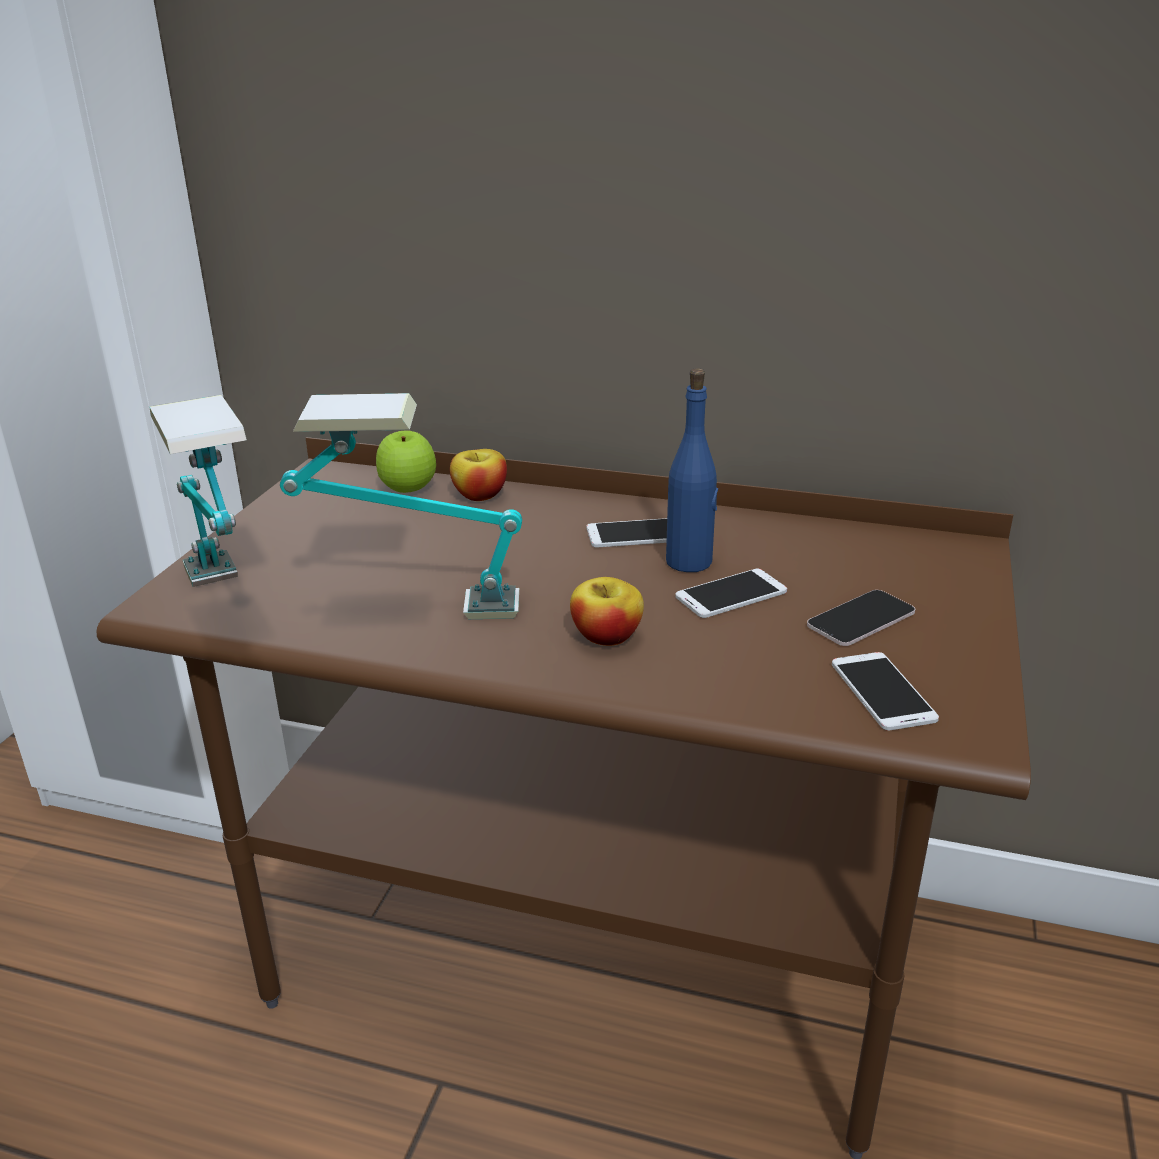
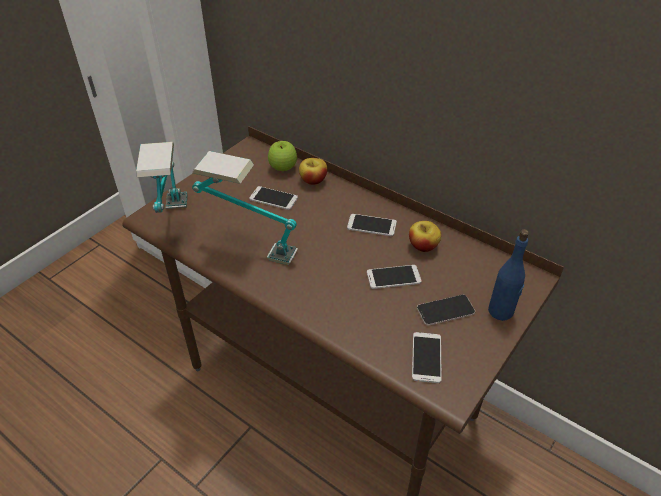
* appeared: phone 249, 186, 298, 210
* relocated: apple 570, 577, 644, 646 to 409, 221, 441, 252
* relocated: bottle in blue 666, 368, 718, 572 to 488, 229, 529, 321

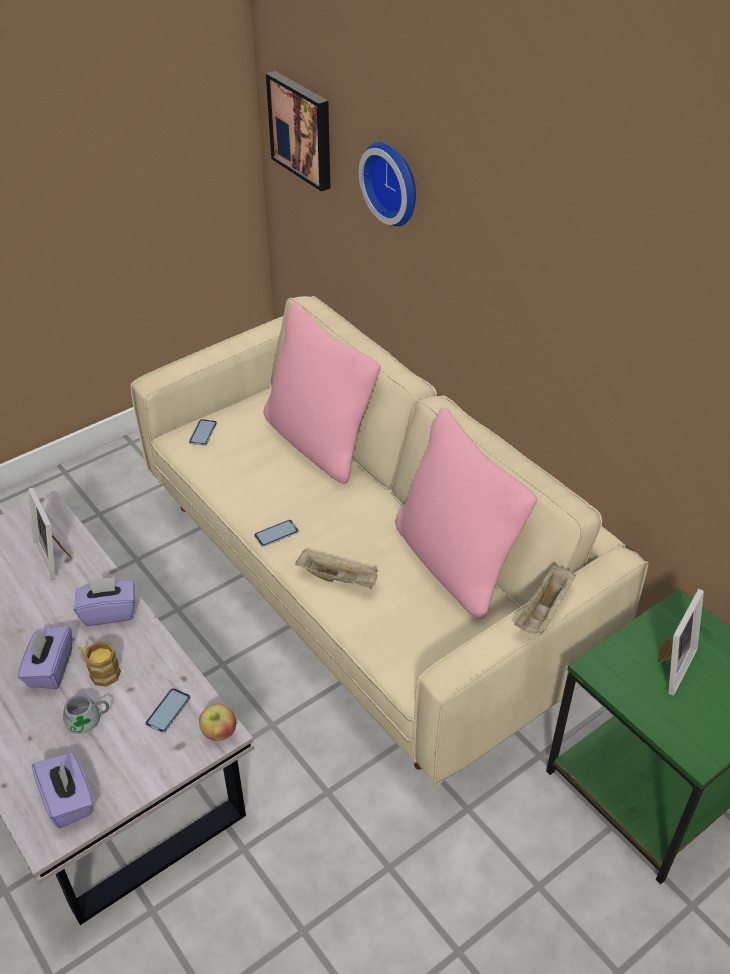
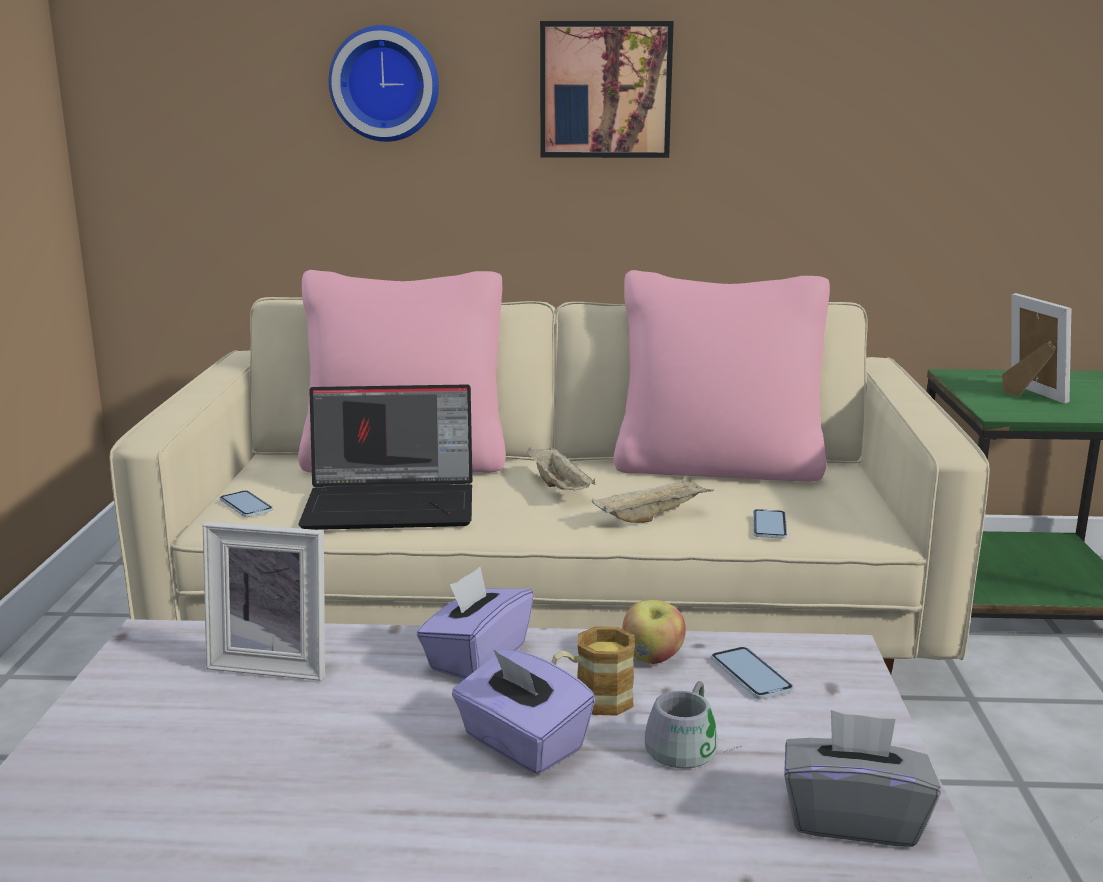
* appeared: laptop 298, 385, 472, 530
* relocated: apple 199, 703, 236, 741 to 622, 600, 686, 664
* relocated: phone 254, 520, 299, 547 to 753, 509, 787, 539
* relocated: picture 266, 71, 330, 192 to 540, 21, 674, 158
* relocated: tray in beige 514, 564, 576, 635 to 527, 447, 596, 490
* colour: tissue box in purple 32, 753, 94, 828 to tissue box in grey 784, 710, 941, 847

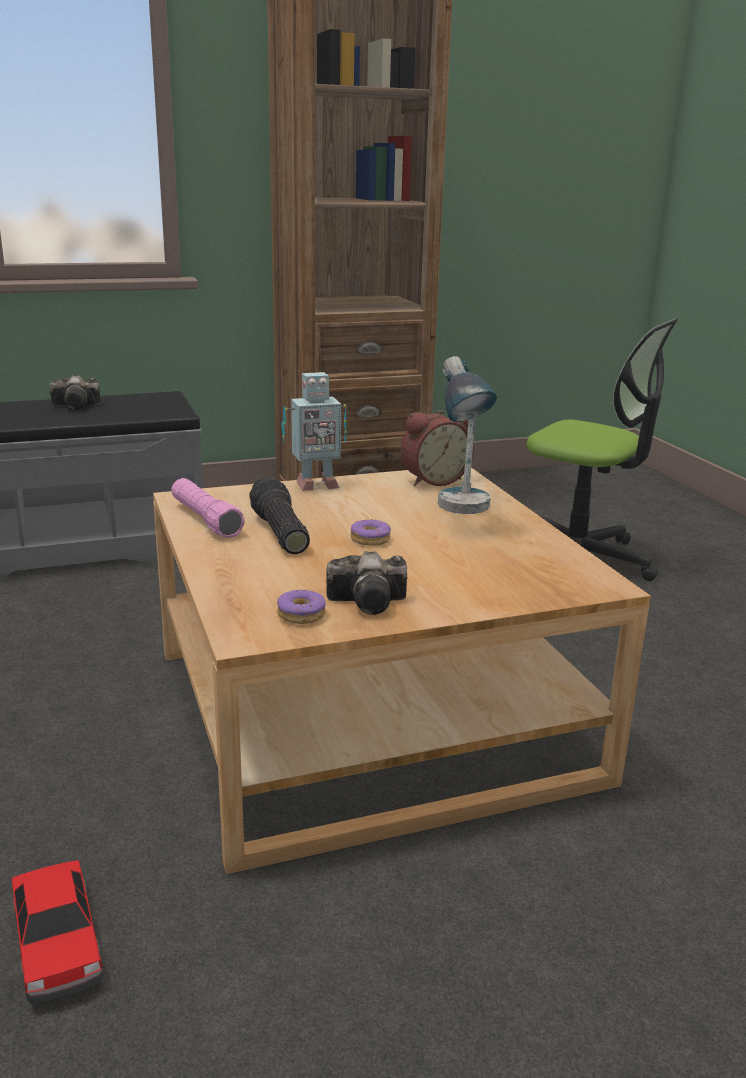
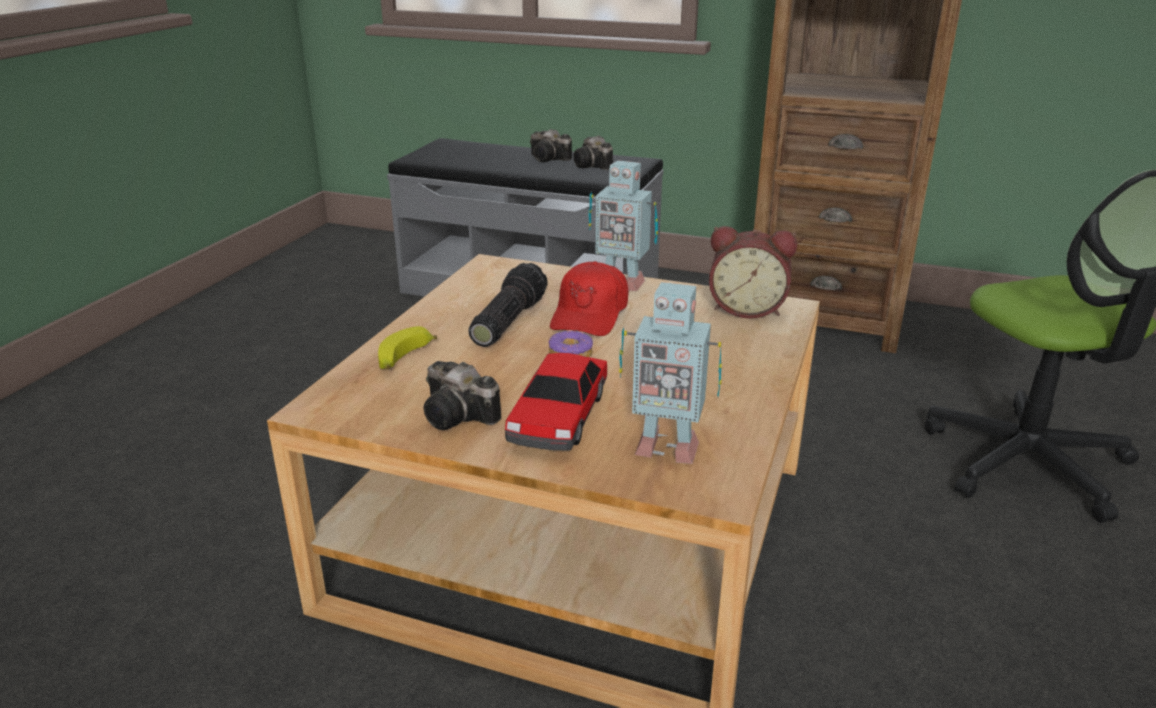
* missing: flashlight in pink 171, 478, 245, 538
* missing: donut 277, 590, 326, 624
* missing: table lamp 438, 356, 497, 514
* appeared: banana 378, 326, 437, 369
* appeared: cap in red 550, 261, 629, 336
* appeared: photo camera 573, 136, 613, 170
* appeared: toy robot 619, 282, 722, 464
* relocated: toy car 12, 860, 103, 1003 to 505, 353, 607, 450

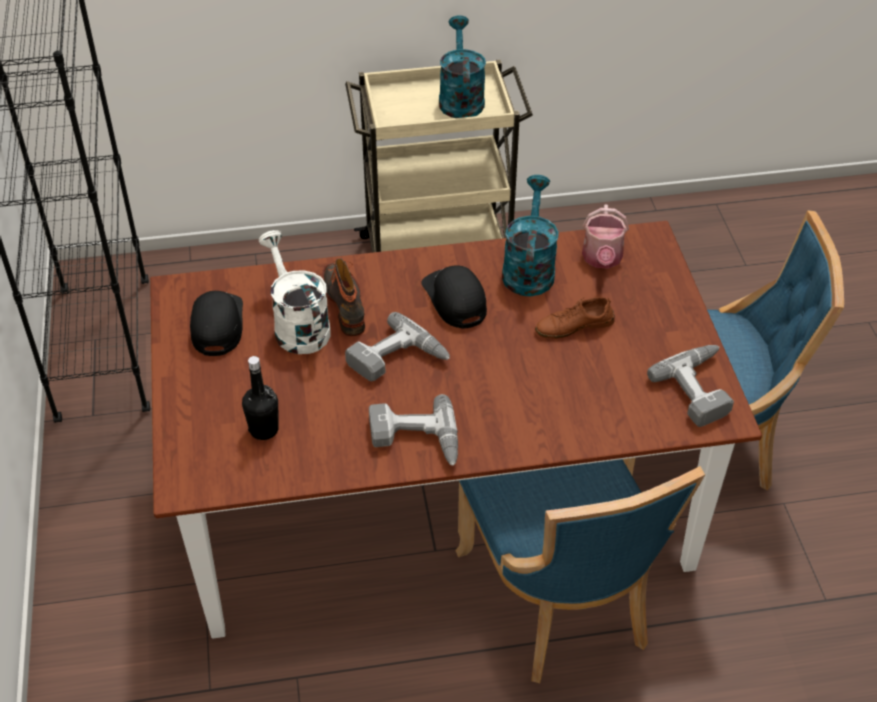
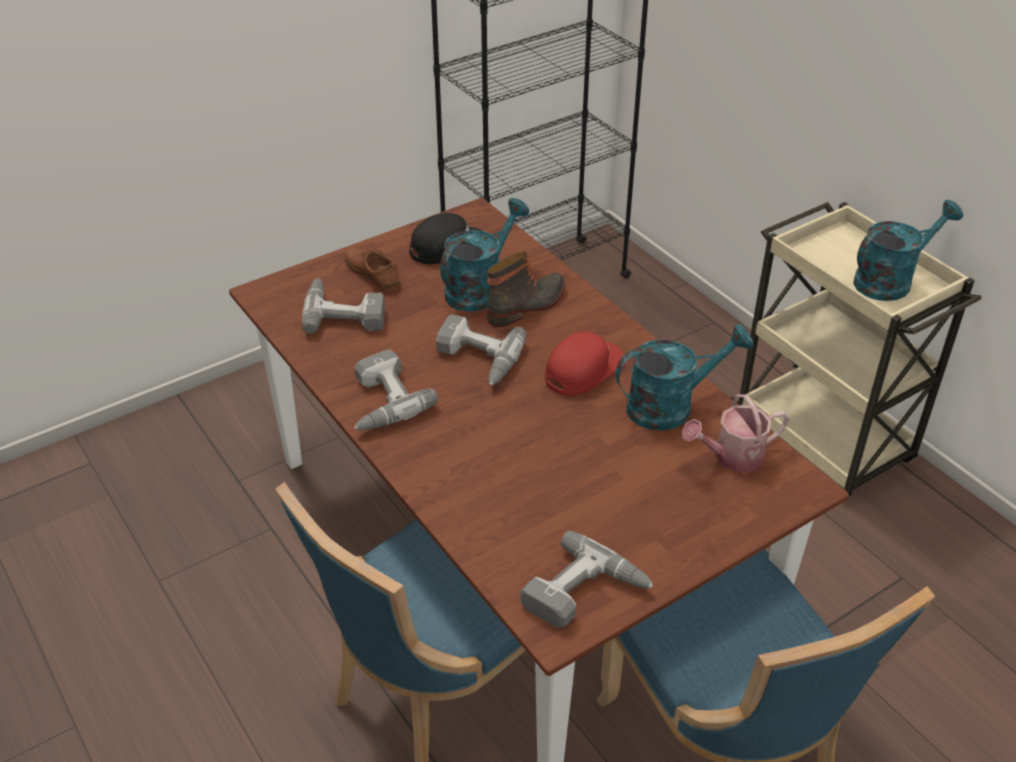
* relocated: shoe in brown 535, 297, 615, 339 to 344, 248, 401, 293
* exchanged: bottle in black 242, 356, 279, 440 to power drill 302, 278, 385, 333
* colour: watering can in white 258, 230, 331, 354 to watering can in turquoise 440, 198, 529, 312
* colour: cap in black 421, 265, 487, 329 to cap in red 545, 332, 628, 396

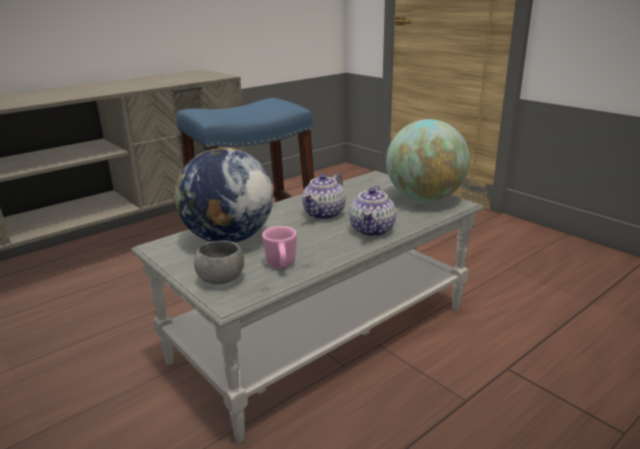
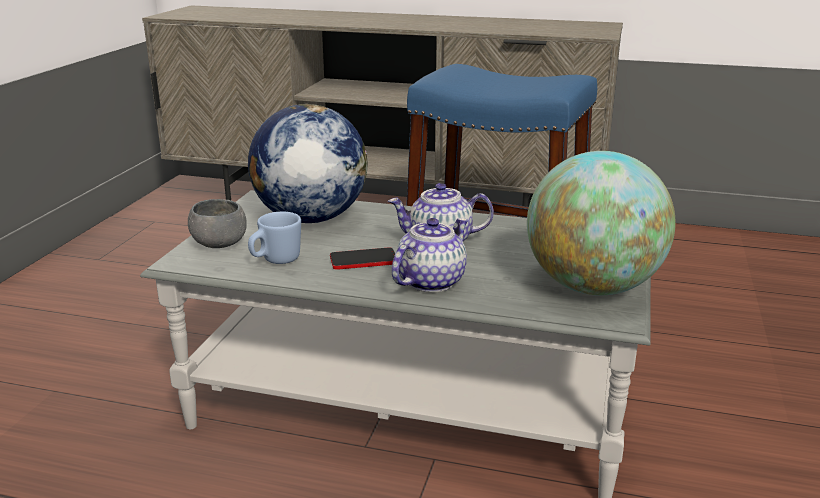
* appeared: phone 330, 248, 395, 270
* colour: mug in pink 262, 226, 297, 268 to mug in blue 248, 212, 301, 264
* spun: teapot 349, 186, 396, 237 = 392, 218, 468, 293 150 degrees clockwise

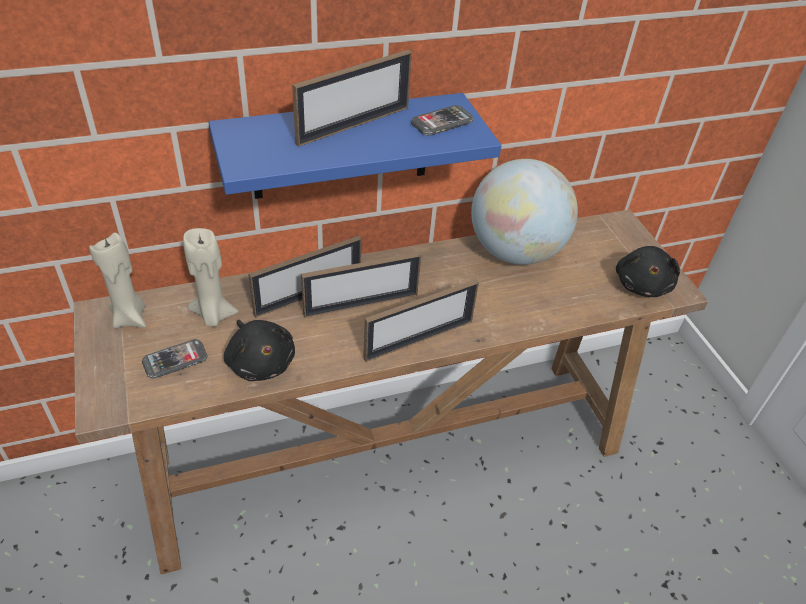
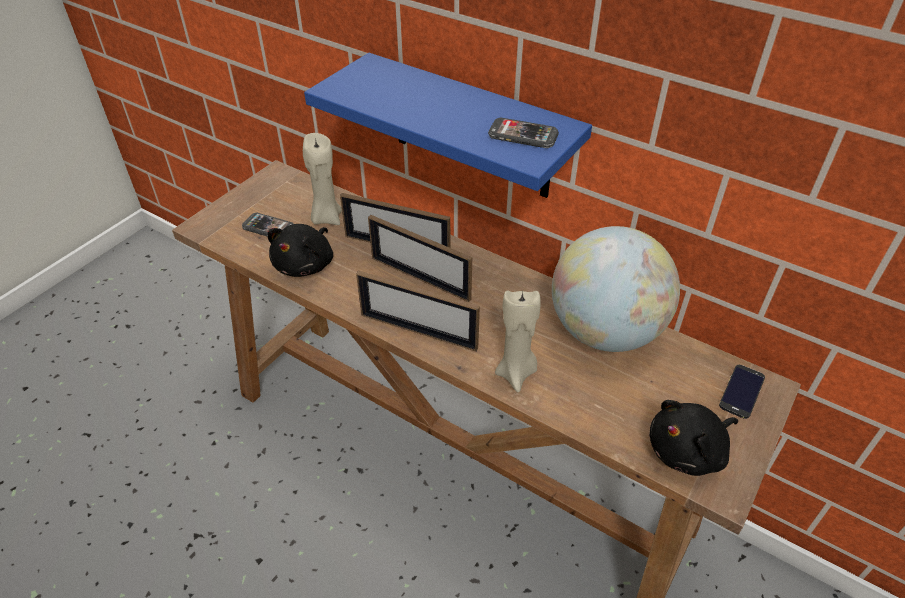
* missing: picture frame 292, 50, 412, 147
* appeared: phone 719, 365, 765, 419
* relocated: candle in beige 89, 233, 146, 329 to 495, 290, 541, 392

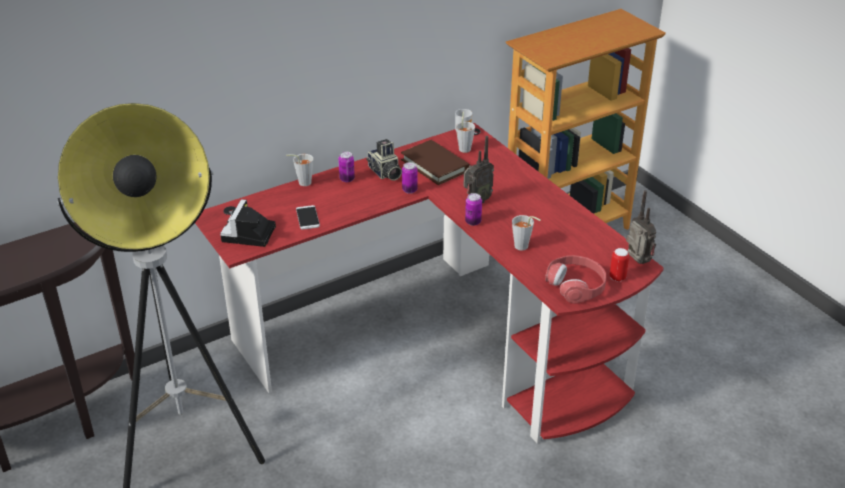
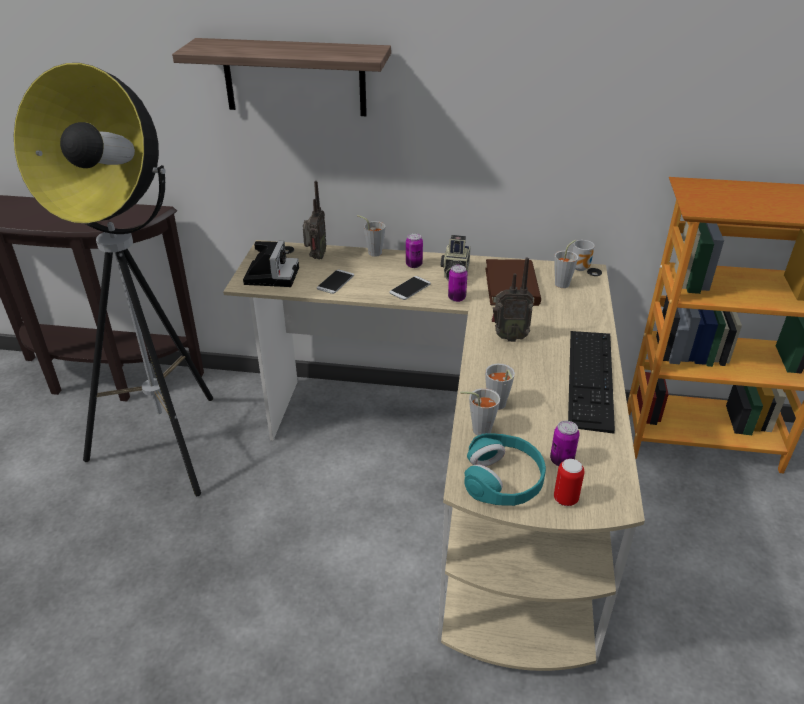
* appeared: shelf 172, 38, 391, 116
* appeared: phone 389, 276, 431, 300
* appeared: cup in grey 460, 388, 500, 436
* appeared: keyboard 568, 331, 615, 434
* relocated: can 465, 193, 482, 226 to 550, 421, 579, 466
* relocated: radio 626, 190, 656, 264 to 303, 181, 326, 260
* colour: desk in red 195, 123, 664, 444 to desk in beige 223, 240, 645, 671
* colour: headphones in red 546, 255, 606, 304 to headphones in turquoise 464, 433, 546, 506
* spun: photo camera 220, 199, 276, 247 = 243, 240, 299, 287 135 degrees clockwise

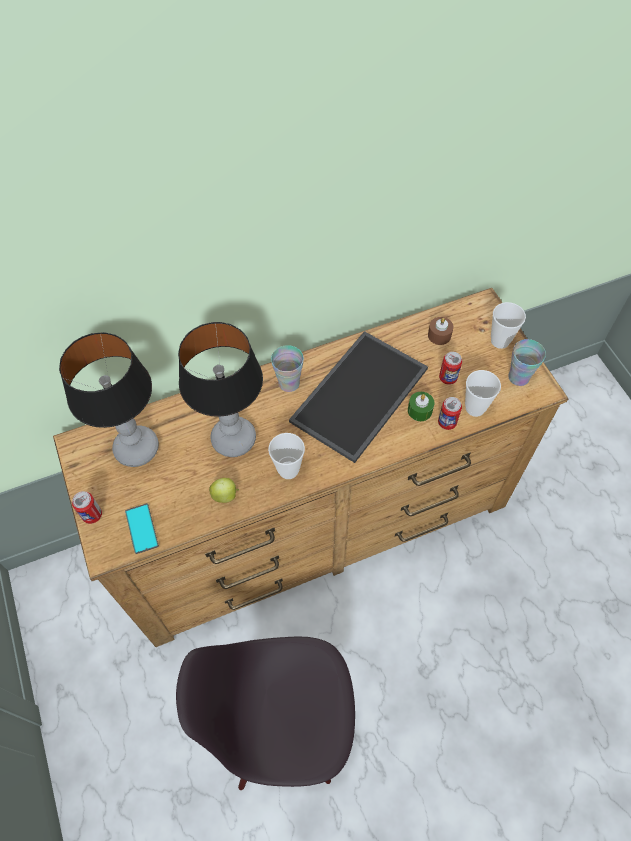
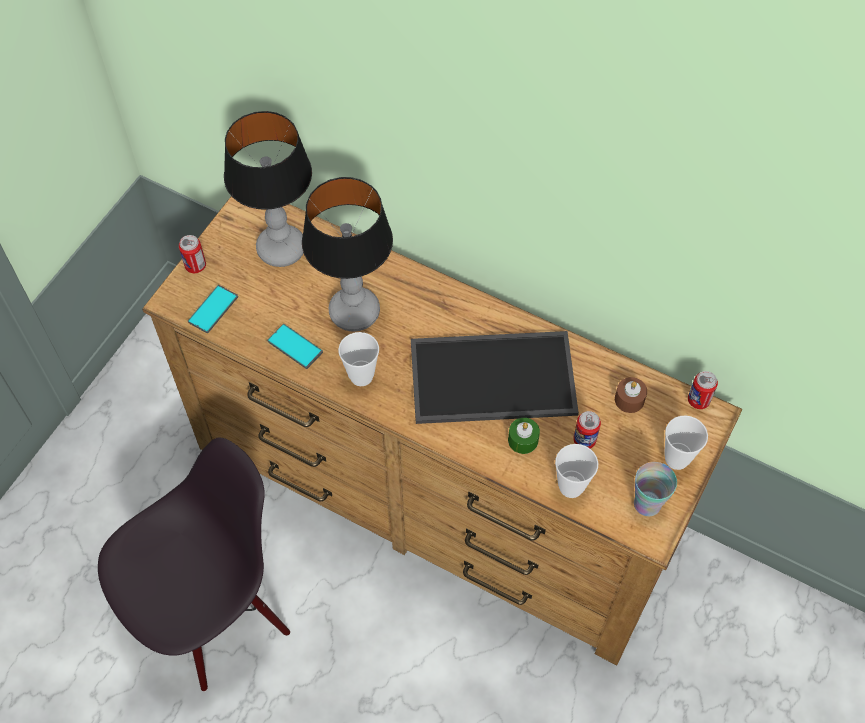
* missing: cup 271, 345, 304, 392
* relocated: can 438, 397, 462, 430 to 688, 371, 718, 409
* exchanged: apple 209, 478, 239, 503 to phone 267, 324, 323, 369
* spun: chair in black 176, 637, 355, 790 = 98, 438, 290, 692 90 degrees clockwise

